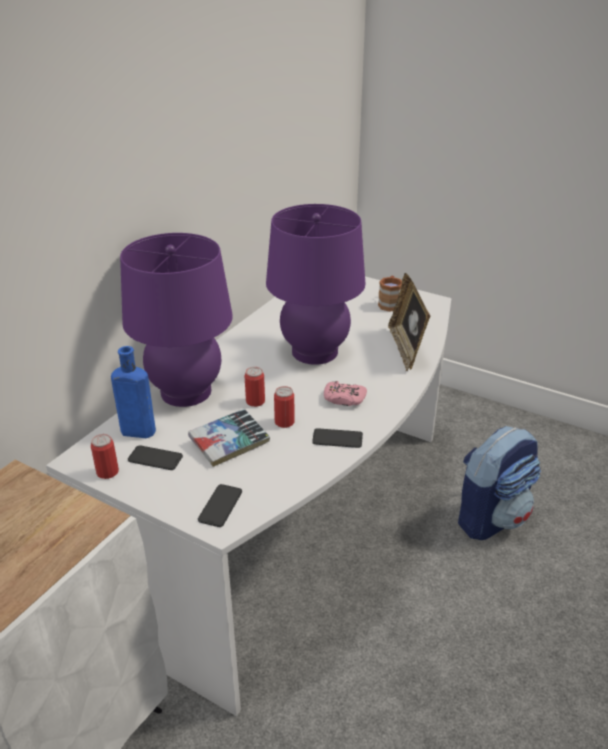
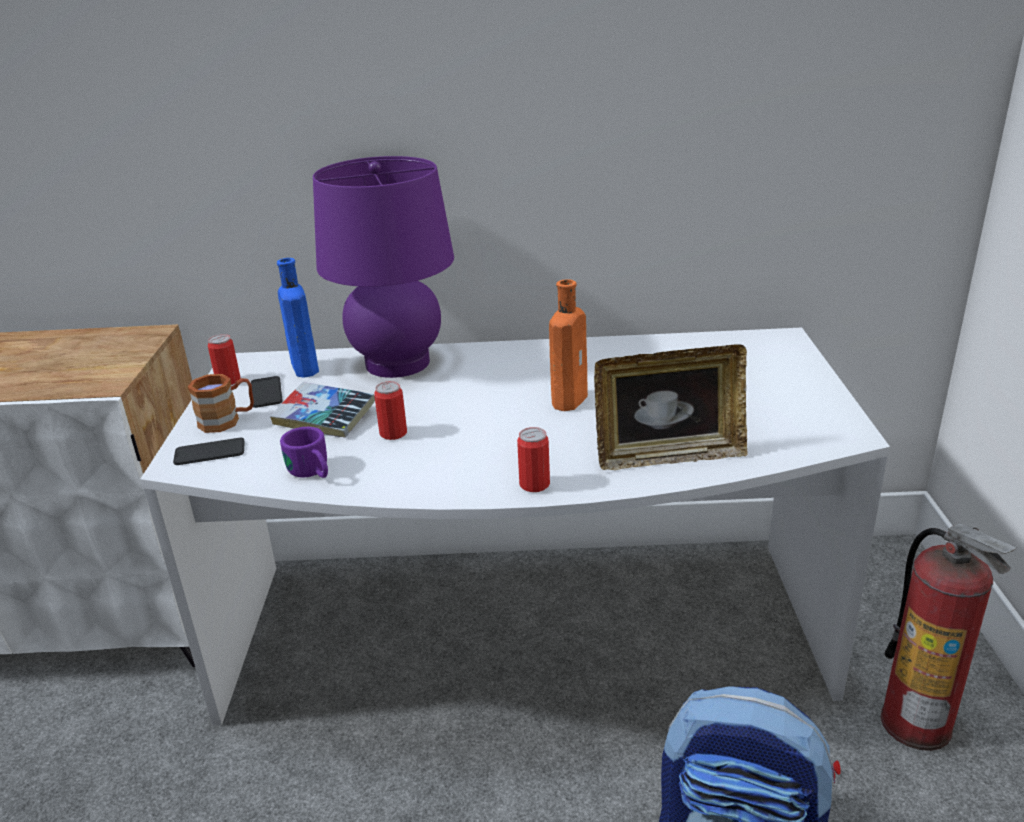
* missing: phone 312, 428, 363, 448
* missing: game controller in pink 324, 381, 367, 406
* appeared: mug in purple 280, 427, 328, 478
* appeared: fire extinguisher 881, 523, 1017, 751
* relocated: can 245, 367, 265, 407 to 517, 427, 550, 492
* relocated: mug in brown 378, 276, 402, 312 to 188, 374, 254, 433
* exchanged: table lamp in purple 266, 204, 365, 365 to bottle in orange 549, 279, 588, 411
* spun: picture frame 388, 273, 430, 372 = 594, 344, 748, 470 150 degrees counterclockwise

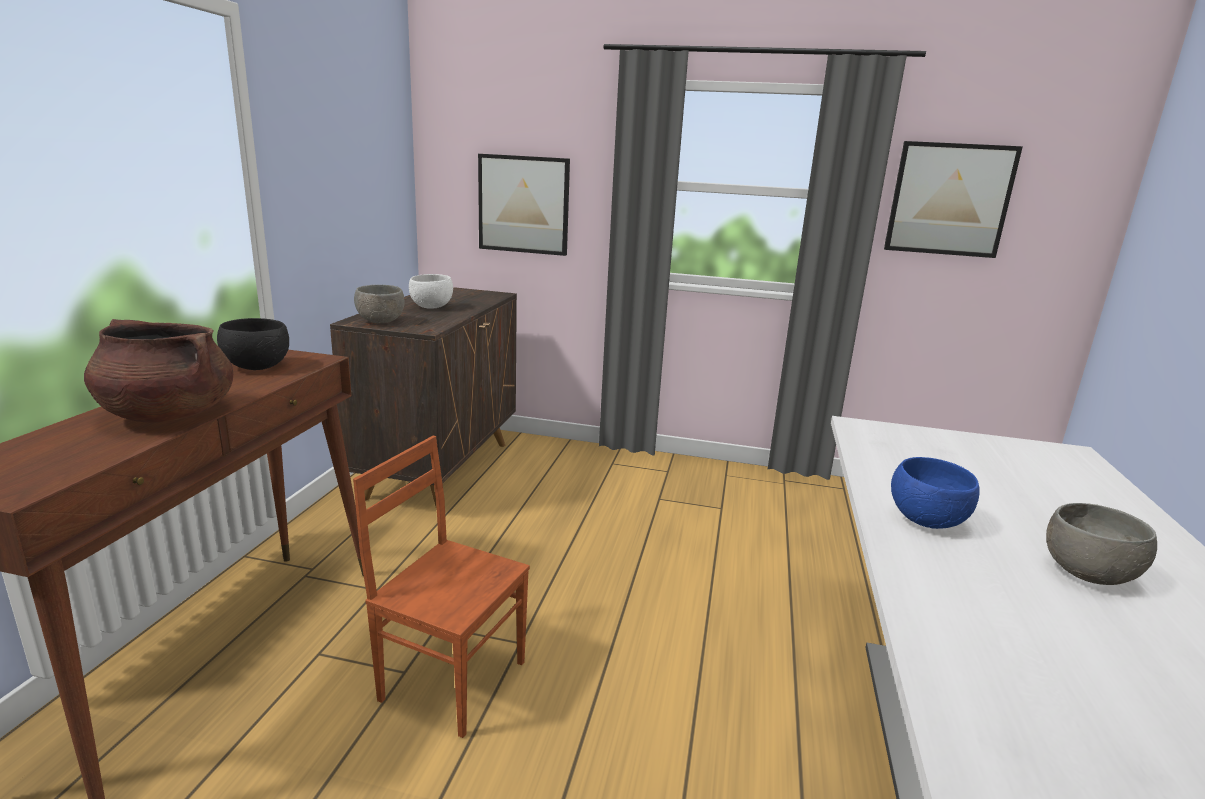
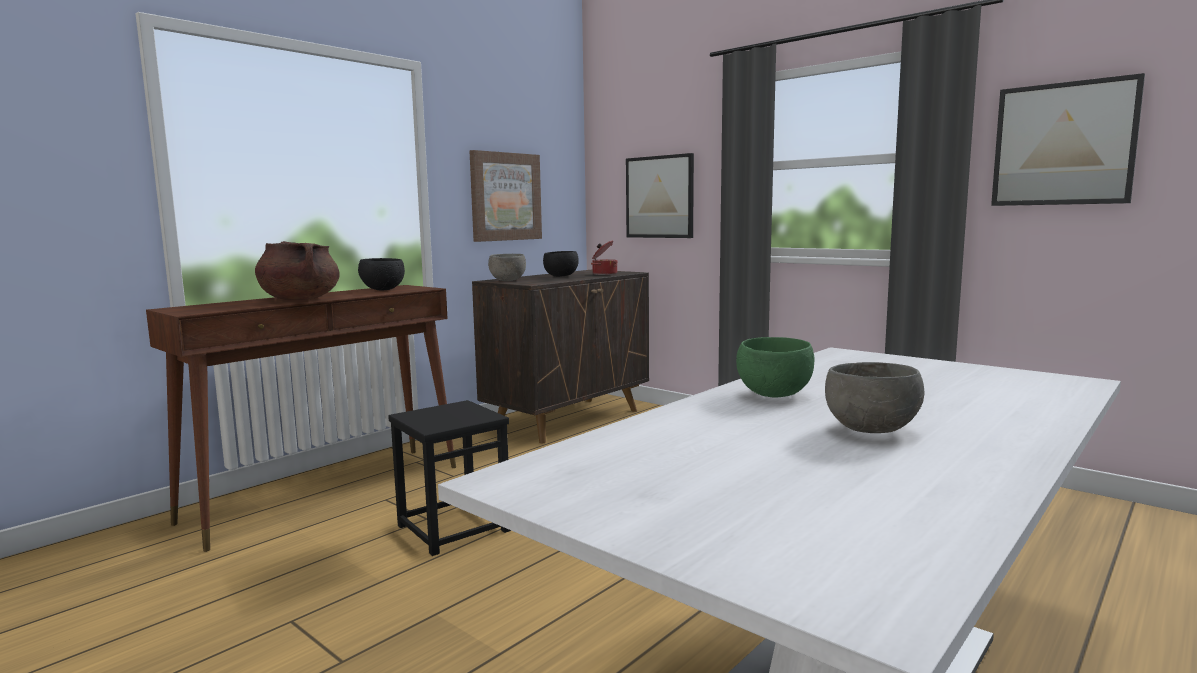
* appeared: picture 470, 150, 542, 242
* appeared: cooking pot 591, 240, 618, 275
* exchanged: chair in brown 353, 436, 530, 738 to stool in black 388, 400, 511, 556
* colour: bowl in white 409, 274, 453, 308 to bowl in black 543, 251, 579, 277
* colour: bowl in blue 891, 457, 980, 529 to bowl in green 736, 337, 814, 397

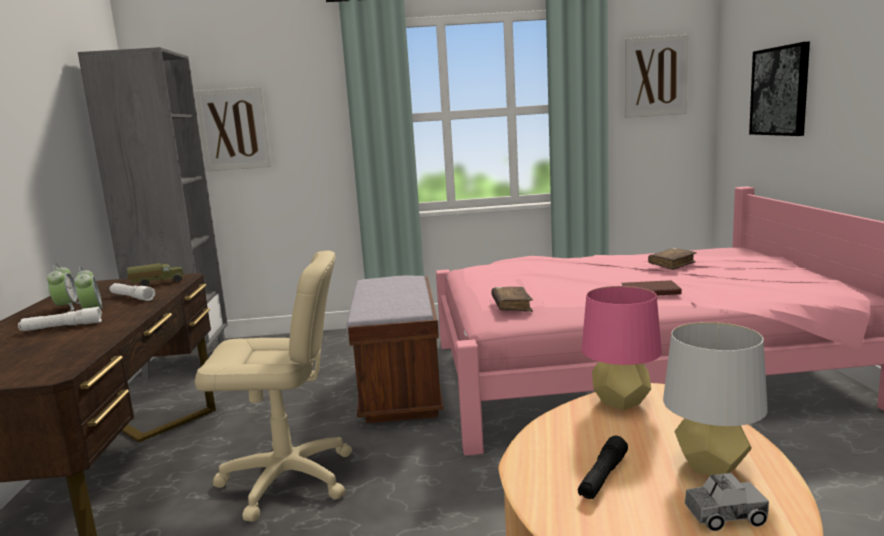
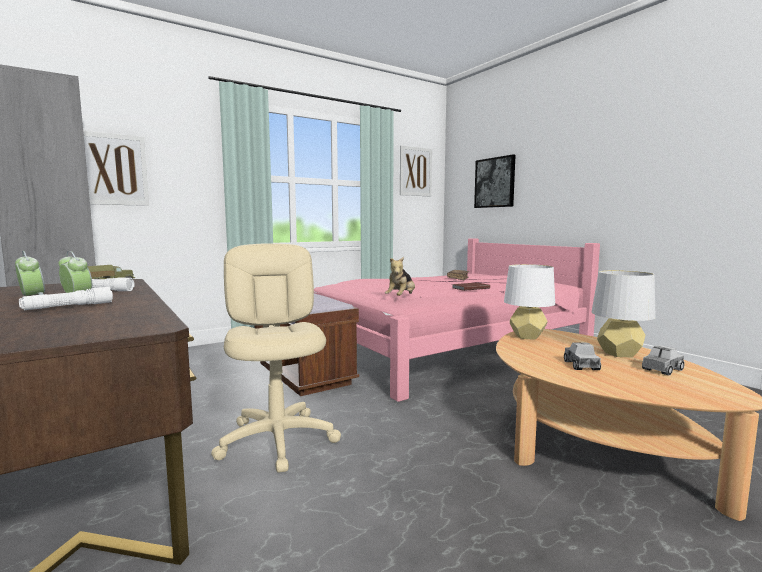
* exchanged: book in brown 491, 287, 533, 312 to plush toy 385, 257, 415, 296
* exchanged: flashlight in black 578, 436, 628, 499 to toy truck 564, 342, 601, 370
* colour: table lamp in pink 582, 286, 662, 410 to table lamp in white 504, 264, 555, 340
* spun: office chair in beige 195, 251, 352, 522 = 211, 243, 341, 473 75 degrees counterclockwise

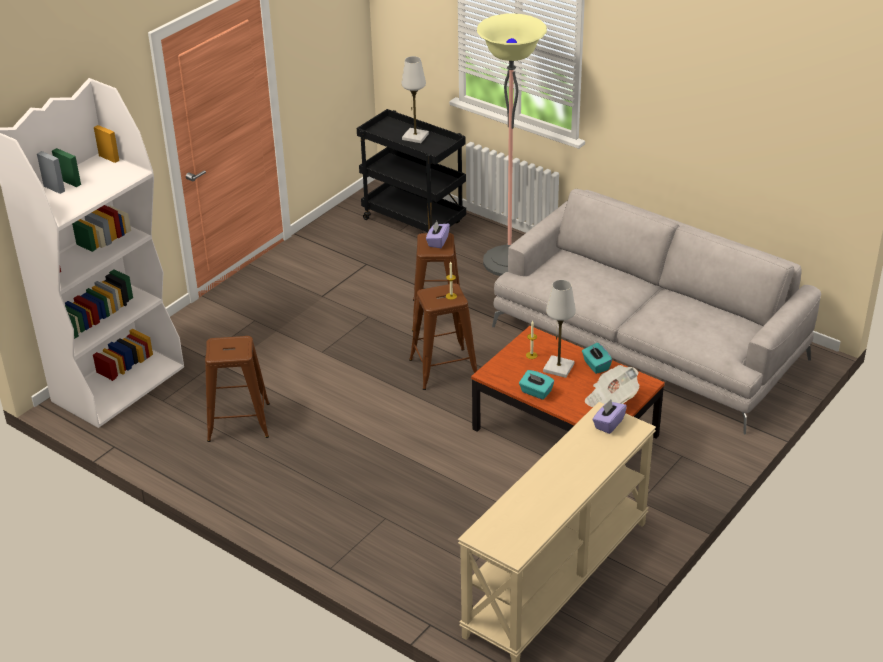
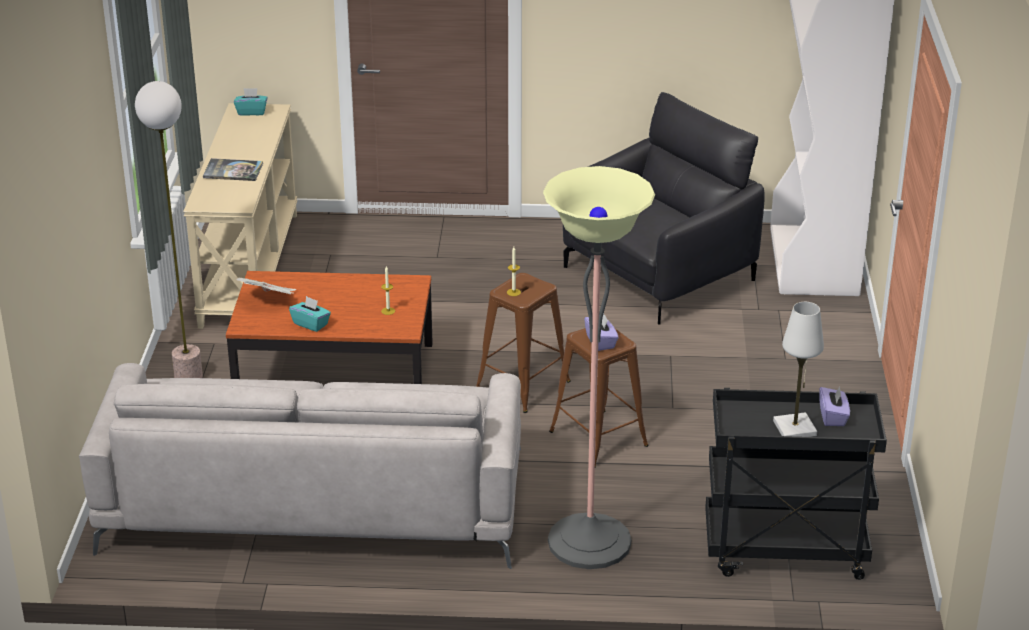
* missing: table lamp in white 543, 280, 576, 378
* appeared: floor lamp 135, 81, 203, 378
* appeared: book 203, 158, 263, 181
* relocated: tissue box in turquoise 519, 370, 554, 400 to 234, 88, 268, 116
* relocated: tissue box in purple 592, 400, 627, 434 to 819, 386, 850, 426
* exchanged: stool in brown 205, 336, 270, 442 to armchair in black 563, 92, 765, 324

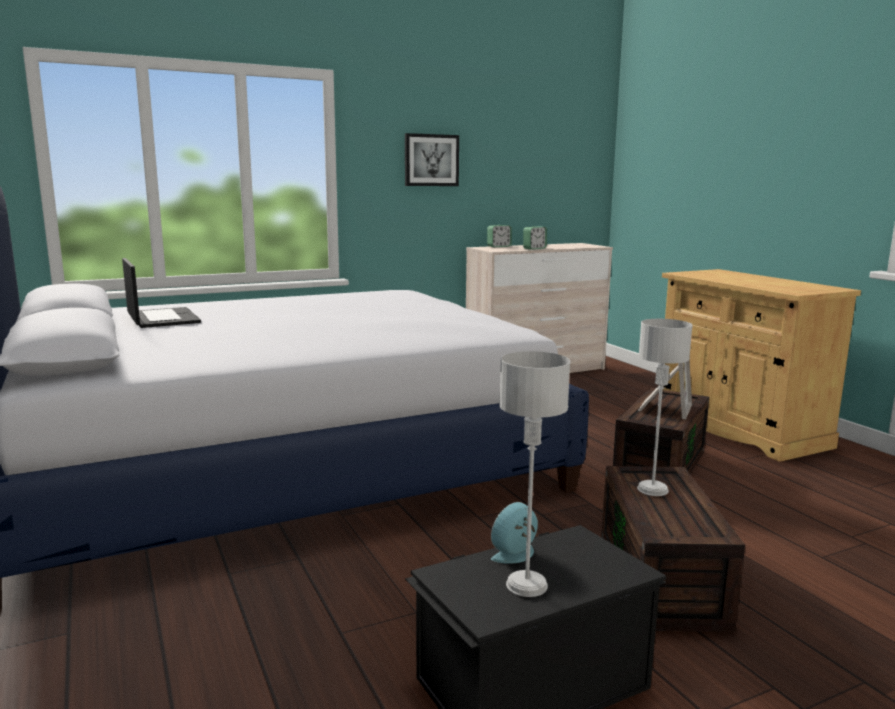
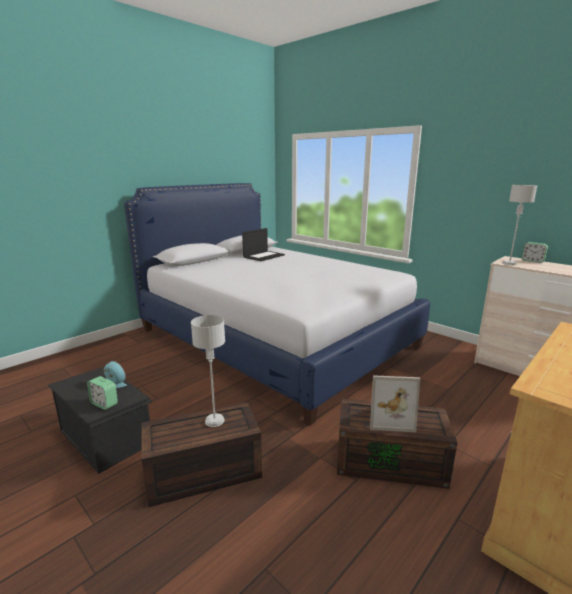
* missing: picture 405, 133, 459, 186
* relocated: table lamp in grey 499, 351, 570, 597 to 502, 185, 537, 265
* relocated: alarm clock 523, 226, 547, 250 to 87, 376, 118, 410

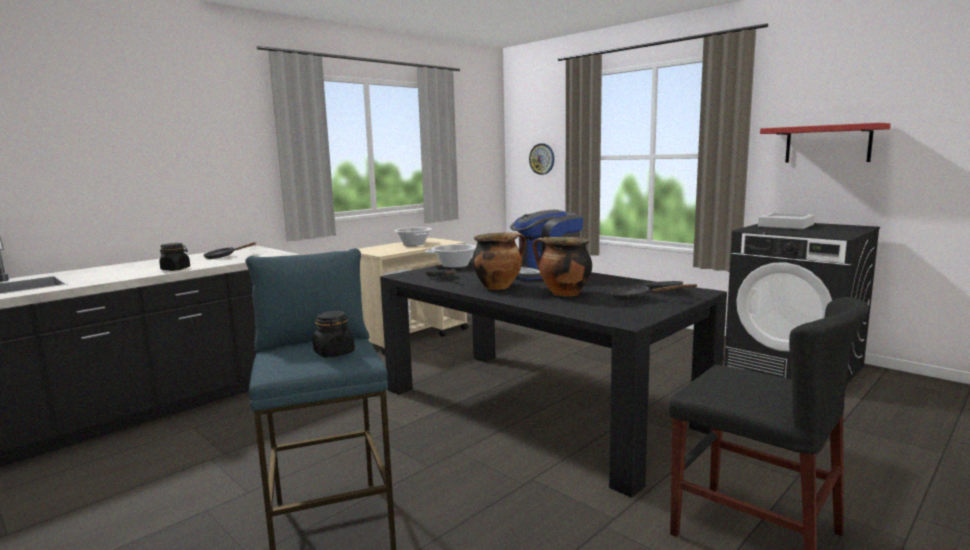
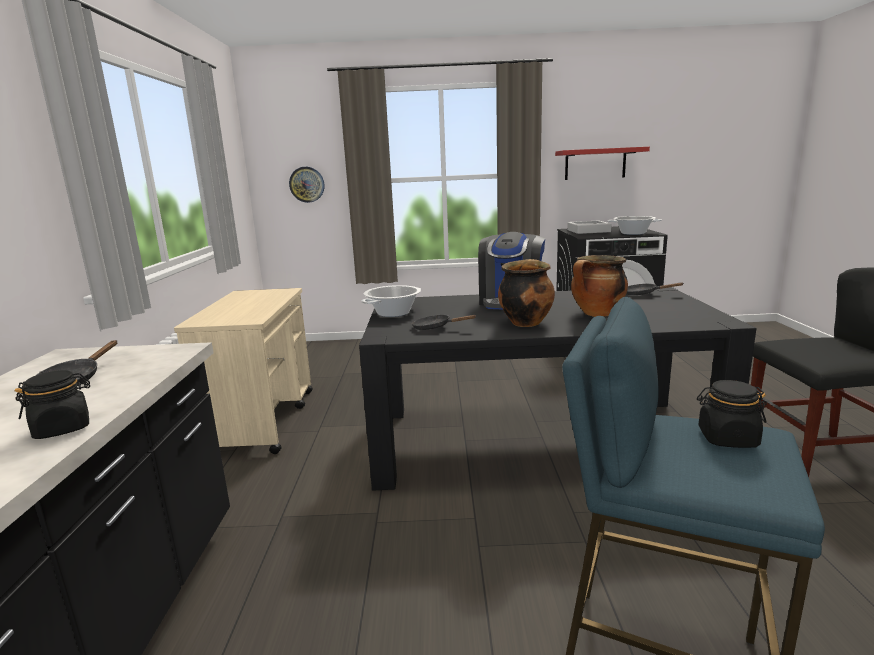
* missing: frying pan in black 611, 285, 679, 300
* relocated: cooking pot 394, 227, 432, 246 to 607, 216, 662, 235

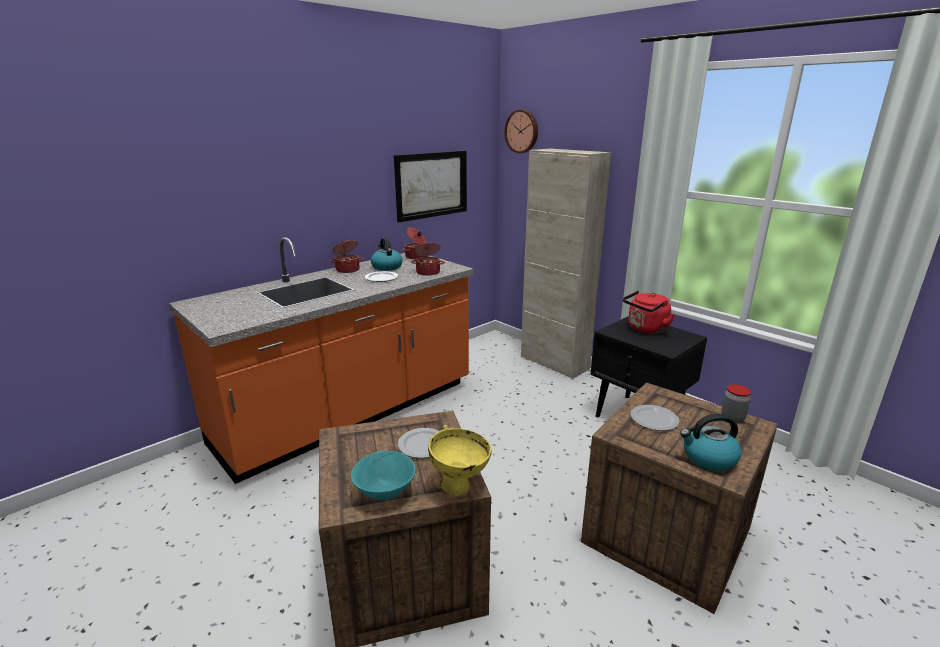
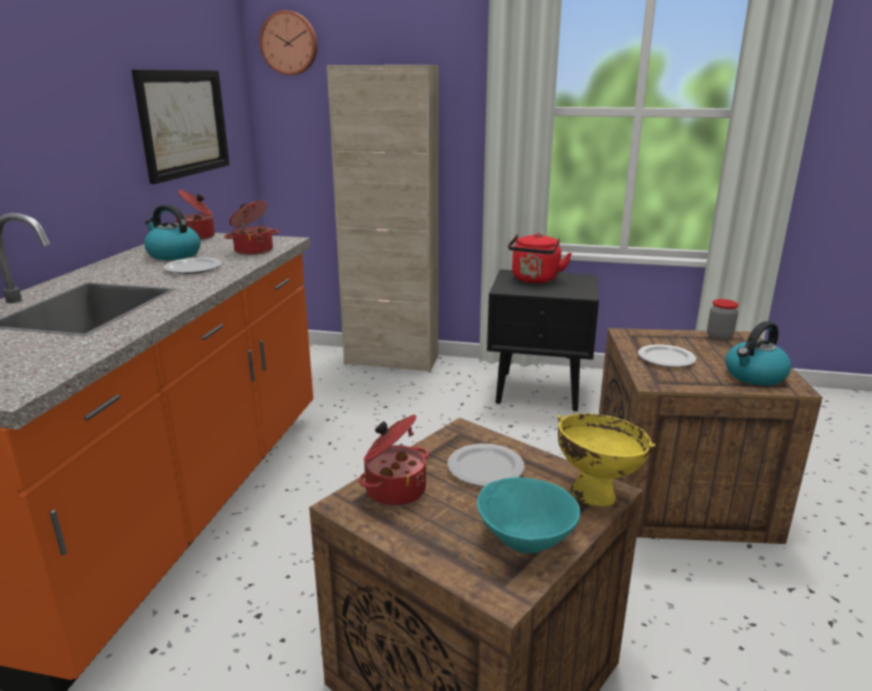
* relocated: cooking pot 330, 240, 364, 273 to 359, 415, 429, 506

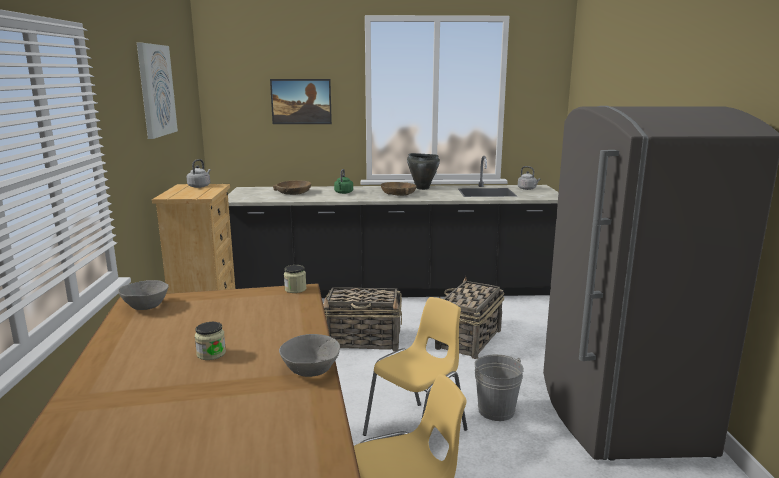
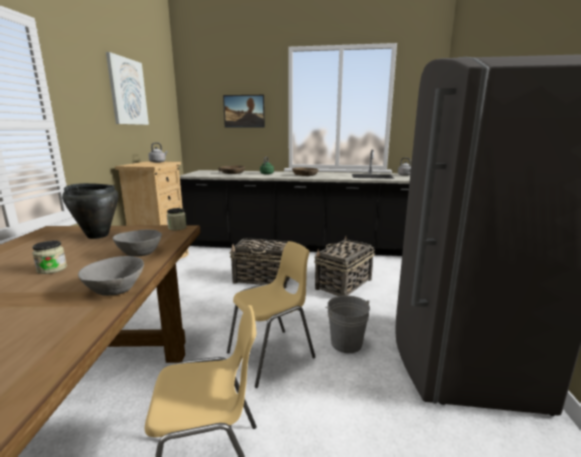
* relocated: bowl in grey 118, 280, 169, 310 to 113, 229, 162, 257
* relocated: cooking pot in black 407, 153, 440, 190 to 62, 183, 118, 239

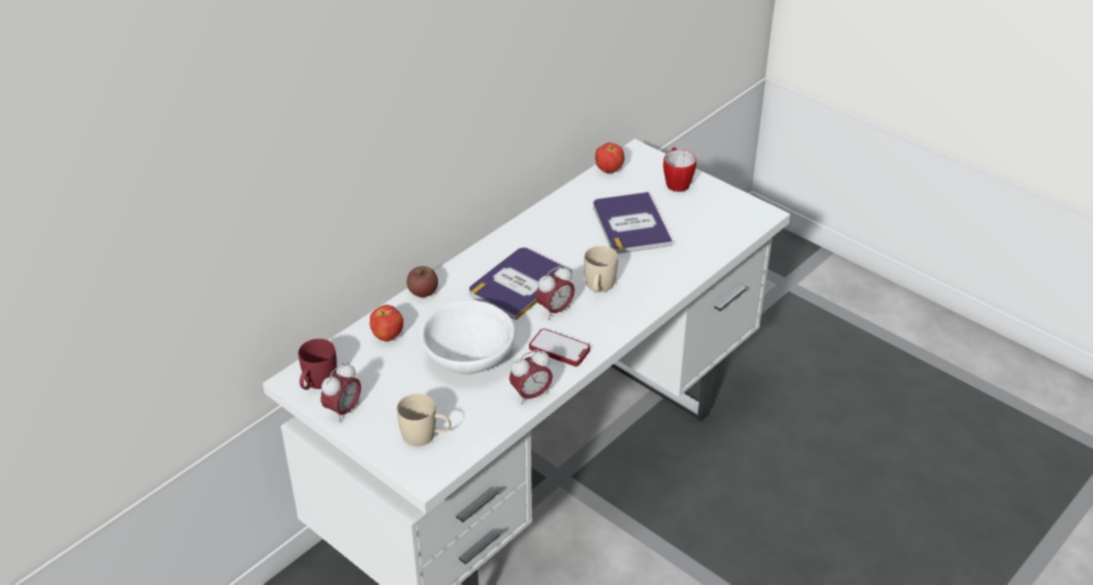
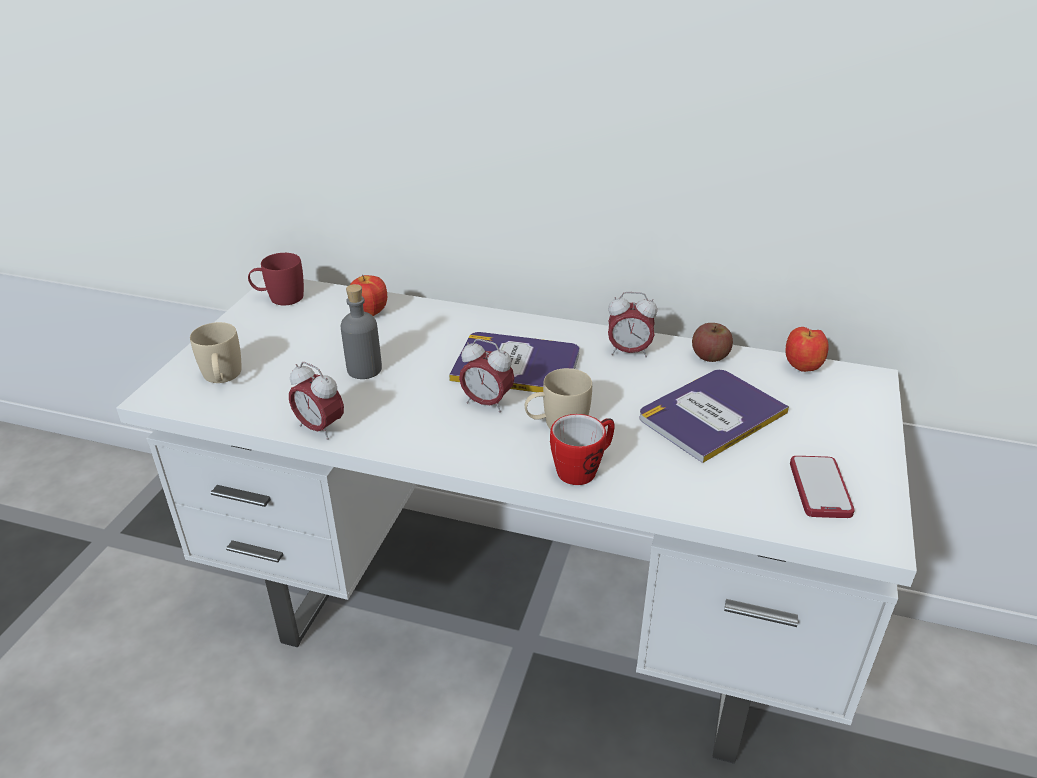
* relocated: alarm clock 321, 362, 361, 422 to 608, 292, 657, 357
* relocated: apple 407, 266, 438, 297 to 692, 323, 733, 362
* relocated: phone 529, 328, 590, 367 to 790, 456, 855, 518
* relocated: mug 663, 147, 696, 192 to 550, 414, 615, 485
* exchanged: bowl in white 420, 300, 515, 374 to bottle in grey 340, 284, 382, 379

